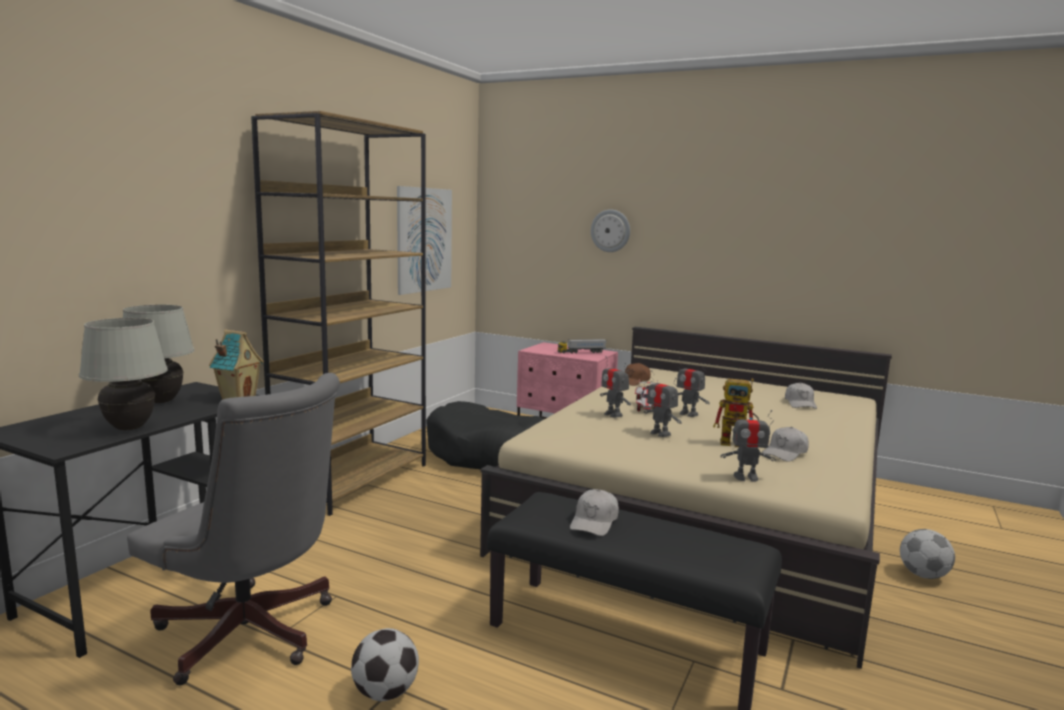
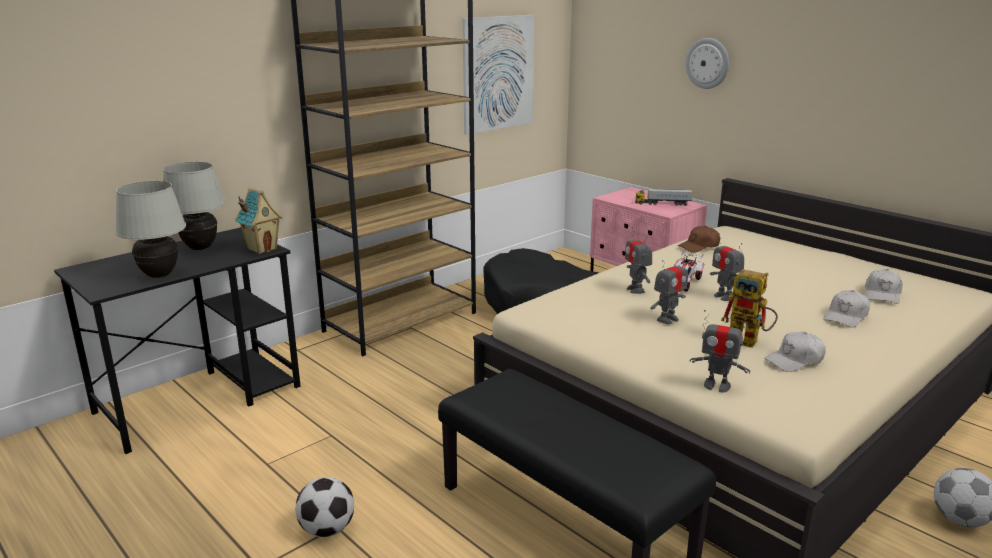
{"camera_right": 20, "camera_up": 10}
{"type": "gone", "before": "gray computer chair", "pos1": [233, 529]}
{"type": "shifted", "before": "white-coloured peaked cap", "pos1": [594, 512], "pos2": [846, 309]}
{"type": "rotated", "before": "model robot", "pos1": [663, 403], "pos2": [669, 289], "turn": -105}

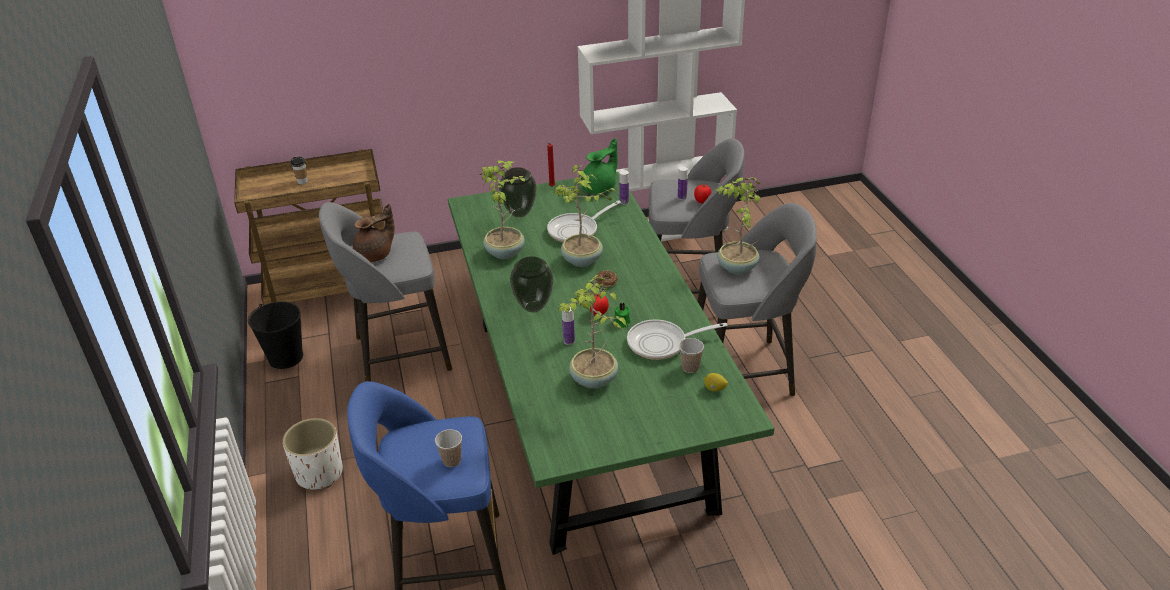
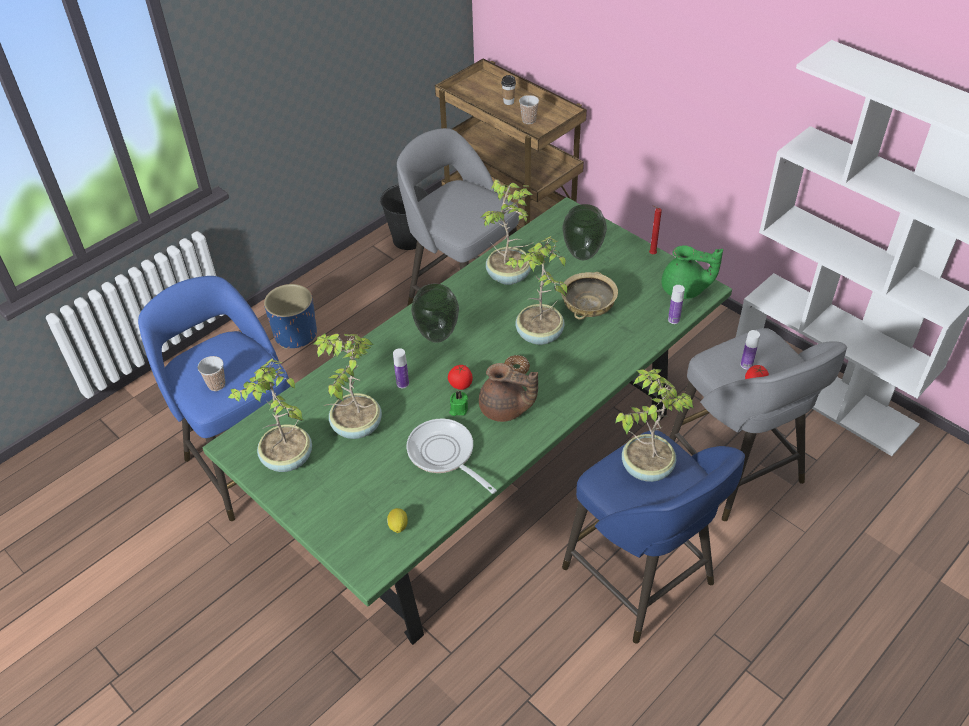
{"camera_right": 60, "camera_up": 10}
{"type": "new", "after": "potted plant", "pos2": [270, 415]}
{"type": "shifted", "before": "brownish pot for tea", "pos1": [374, 233], "pos2": [508, 392]}
{"type": "shifted", "before": "small cup", "pos1": [691, 355], "pos2": [529, 109]}
{"type": "swapped", "before": "frying pan", "after": "sand-coloured deep dish", "pos1": [584, 221], "pos2": [589, 296]}
{"type": "repainted", "before": "white-coloured flower pot", "after": "bluish flower pot", "pos1": [312, 454], "pos2": [290, 316]}
{"type": "repainted", "before": "gray stool", "after": "bluish stool", "pos1": [757, 299], "pos2": [653, 537]}

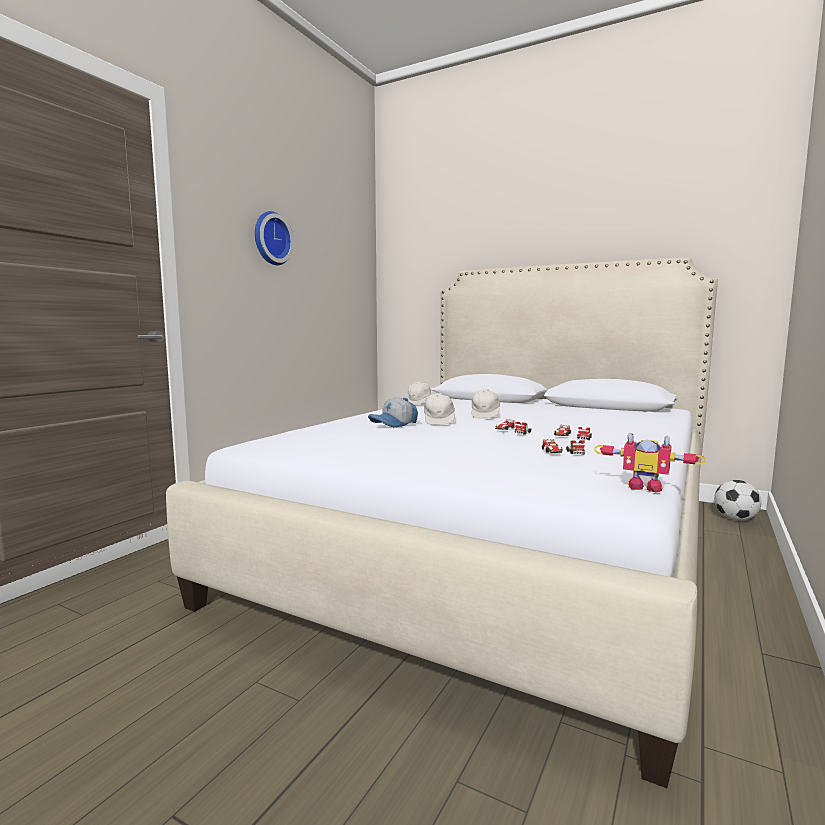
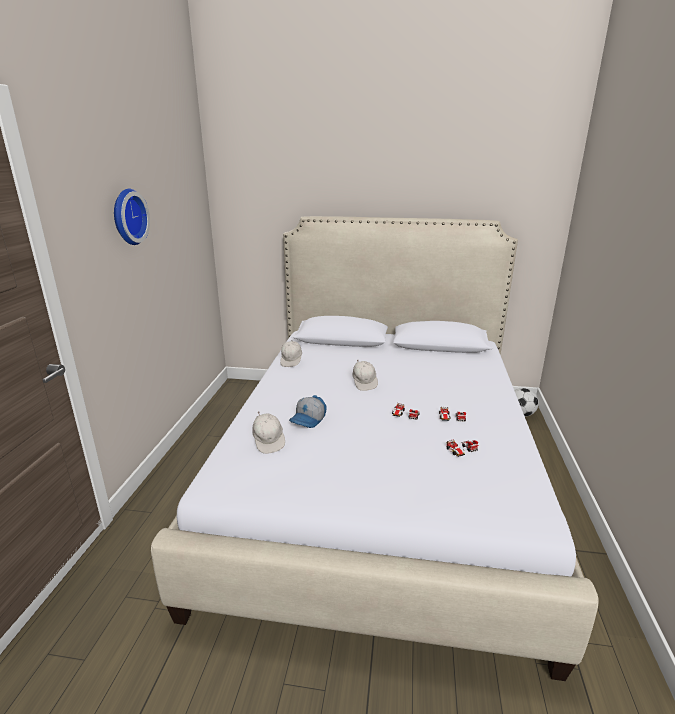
{"camera_right": -20, "camera_up": 15}
{"type": "gone", "before": "model robot", "pos1": [650, 462]}
{"type": "shifted", "before": "white-coloured peaked cap", "pos1": [439, 409], "pos2": [268, 432]}

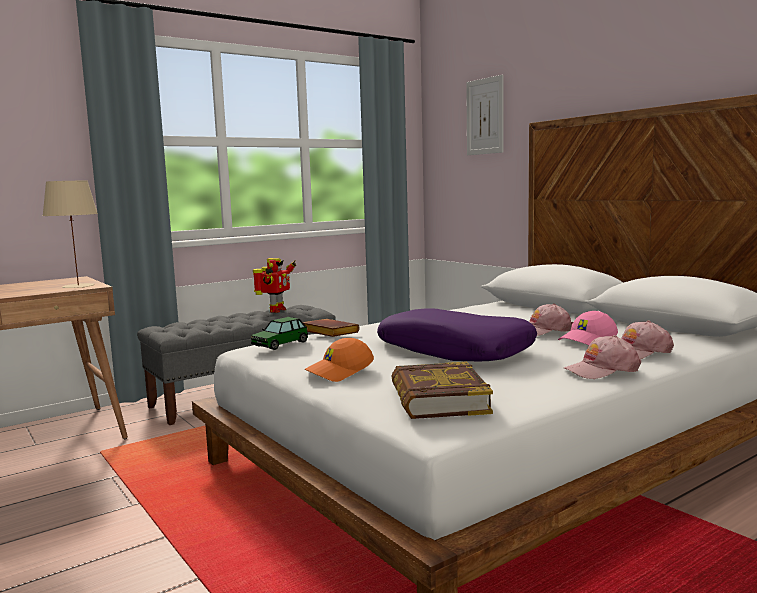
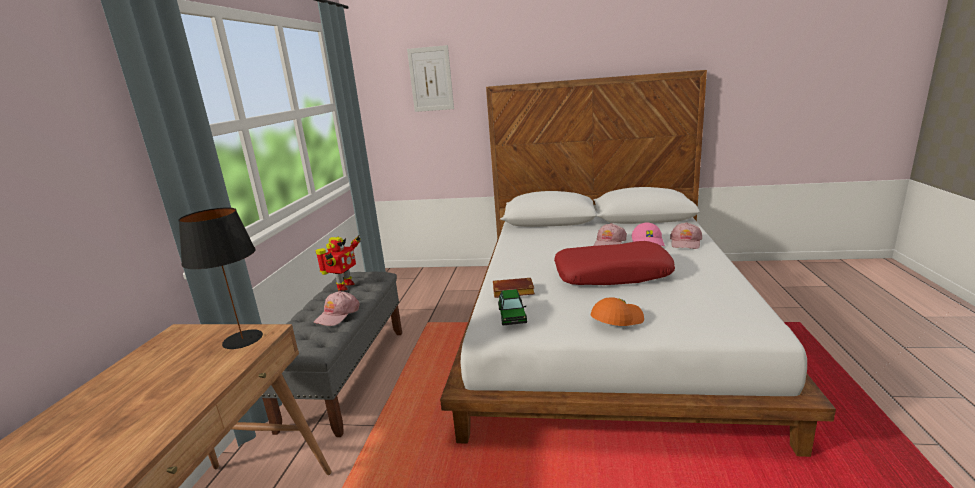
{"camera_right": -45, "camera_up": 10}
{"type": "gone", "before": "volume", "pos1": [442, 390]}
{"type": "shifted", "before": "pink peaked cap", "pos1": [602, 357], "pos2": [336, 308]}
{"type": "repainted", "before": "sand-coloured table lamp", "after": "blackish table lamp", "pos1": [70, 234], "pos2": [220, 278]}
{"type": "repainted", "before": "purple-coloured pillow", "after": "red pillow", "pos1": [457, 334], "pos2": [614, 263]}
{"type": "rotated", "before": "model robot", "pos1": [274, 285], "pos2": [338, 263], "turn": 45}
{"type": "rotated", "before": "orangey peaked cap", "pos1": [339, 360], "pos2": [617, 311], "turn": -135}

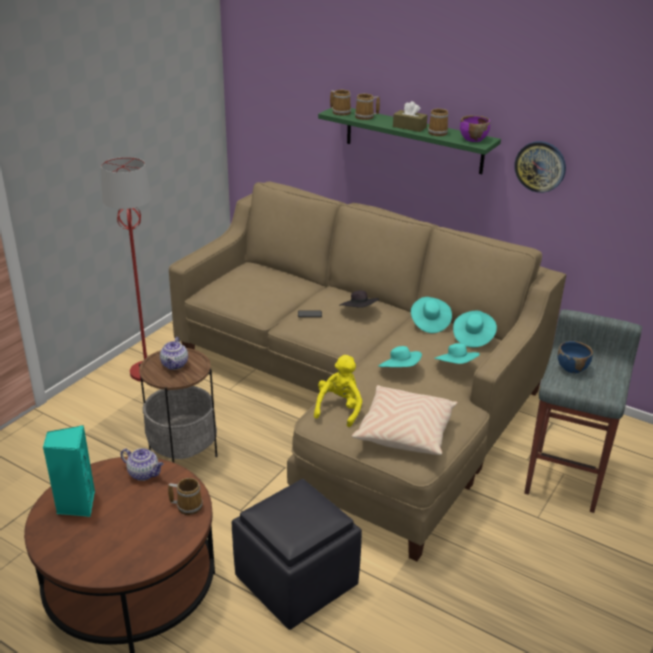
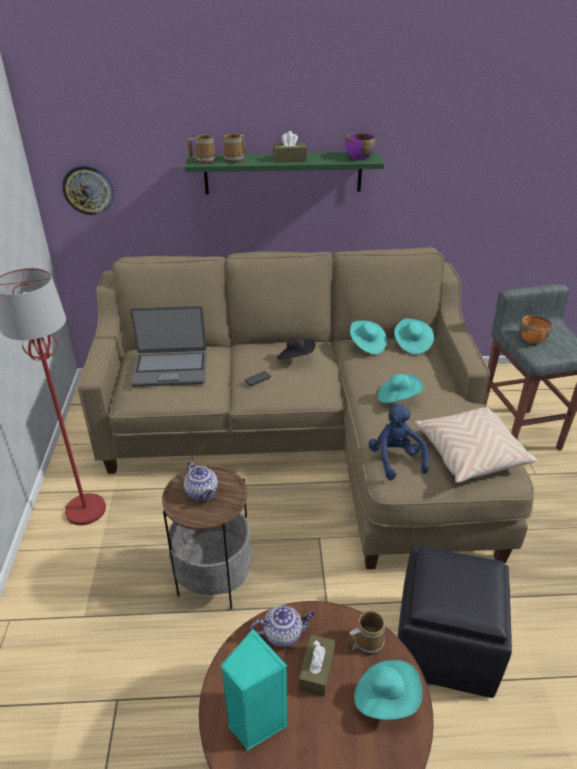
{"camera_right": -35, "camera_up": 5}
{"type": "gone", "before": "coffee mug", "pos1": [438, 122]}
{"type": "new", "after": "laptop", "pos2": [168, 346]}
{"type": "new", "after": "brownish tissue holder", "pos2": [317, 665]}
{"type": "shifted", "before": "turquoise-coloured hat", "pos1": [457, 353], "pos2": [388, 690]}
{"type": "shifted", "before": "hanging clock", "pos1": [540, 167], "pos2": [88, 190]}
{"type": "repainted", "before": "yellowish plush toy", "after": "bluish plush toy", "pos1": [338, 391], "pos2": [398, 442]}
{"type": "repainted", "before": "bluish deep dish", "after": "orangey deep dish", "pos1": [575, 357], "pos2": [535, 329]}

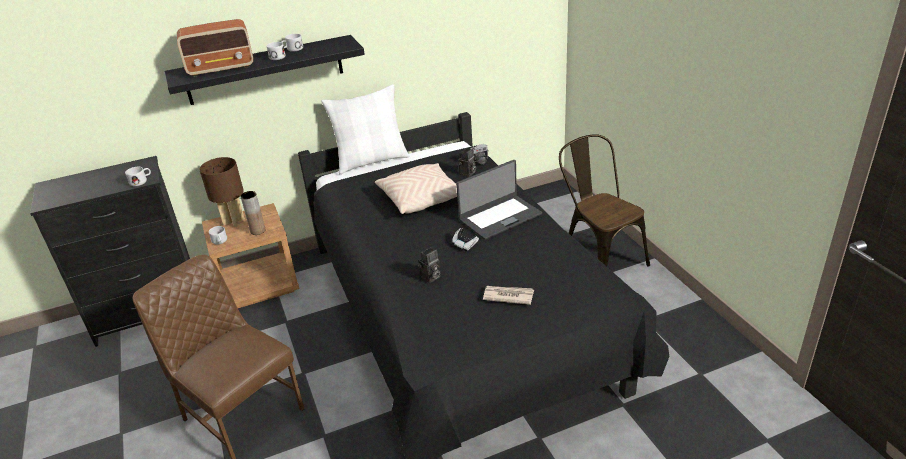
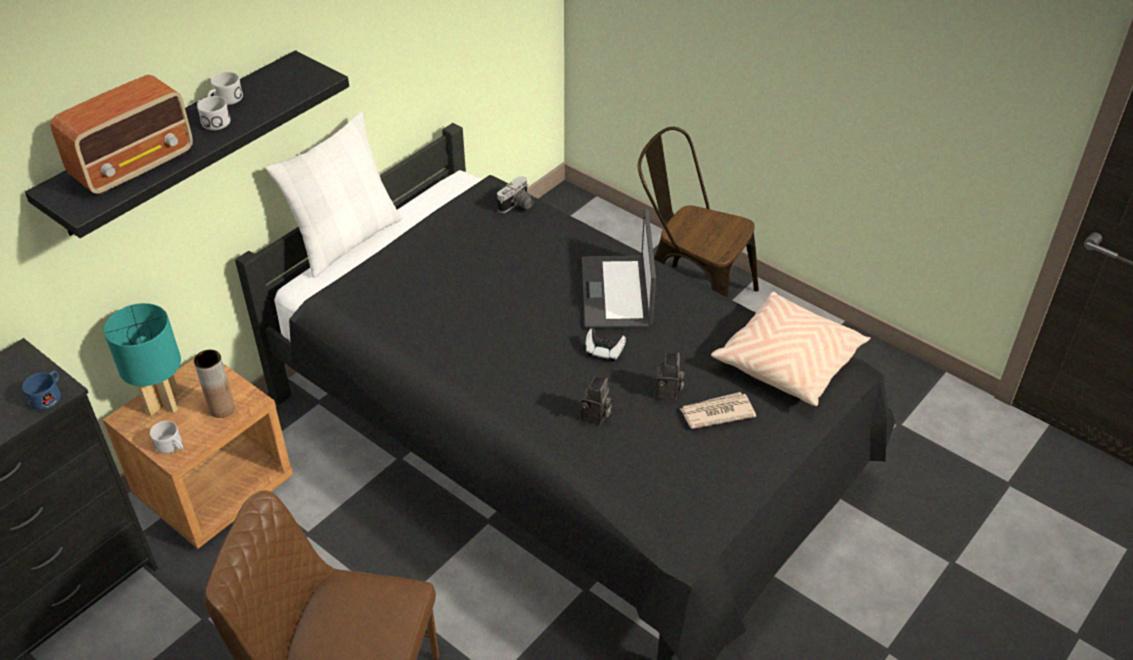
{"camera_right": -30, "camera_up": 10}
{"type": "shifted", "before": "sand-coloured pillow", "pos1": [416, 188], "pos2": [791, 349]}
{"type": "shifted", "before": "photo camera", "pos1": [467, 162], "pos2": [669, 376]}
{"type": "repainted", "before": "white-coloured coffee mug", "after": "bluish coffee mug", "pos1": [138, 176], "pos2": [41, 390]}
{"type": "repainted", "before": "brownish table lamp", "after": "turquoise-coloured table lamp", "pos1": [222, 192], "pos2": [142, 359]}
{"type": "rotated", "before": "laptop", "pos1": [499, 200], "pos2": [619, 269], "turn": 150}

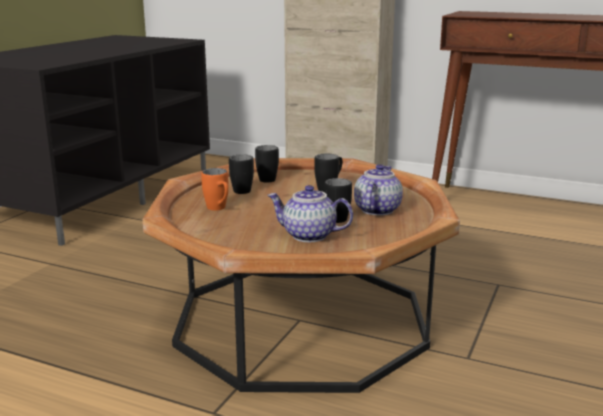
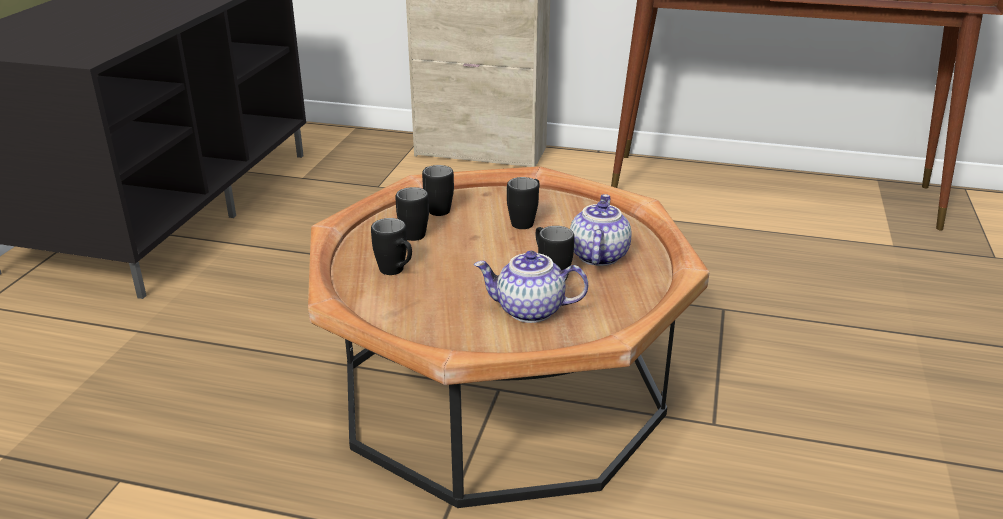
{"camera_right": -10, "camera_up": 10}
{"type": "repainted", "before": "orangey coffee mug", "after": "blackish coffee mug", "pos1": [215, 189], "pos2": [391, 246]}

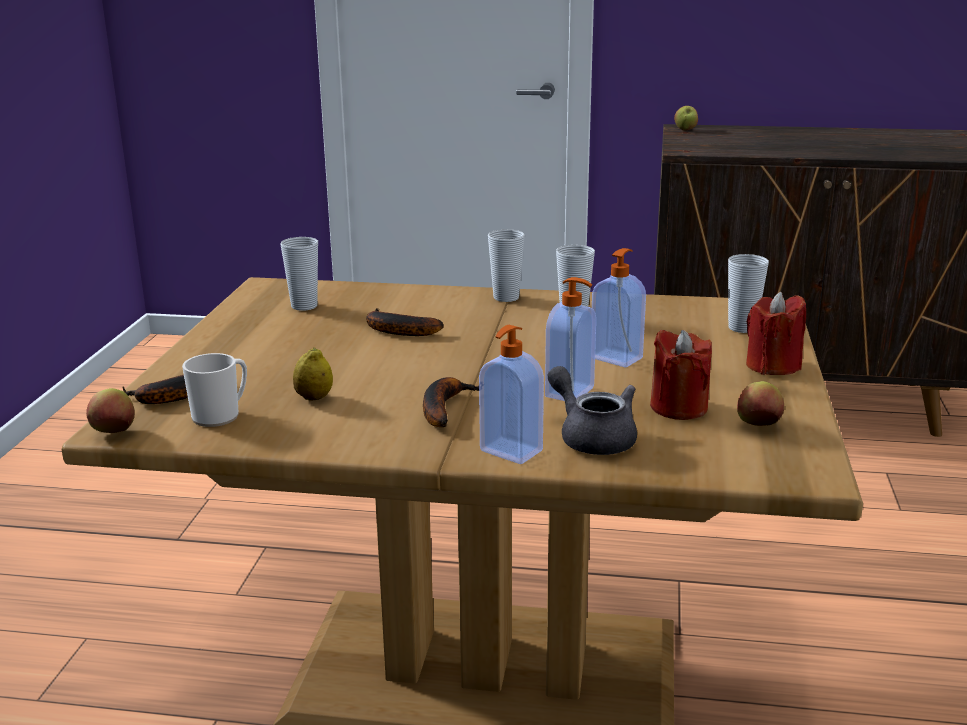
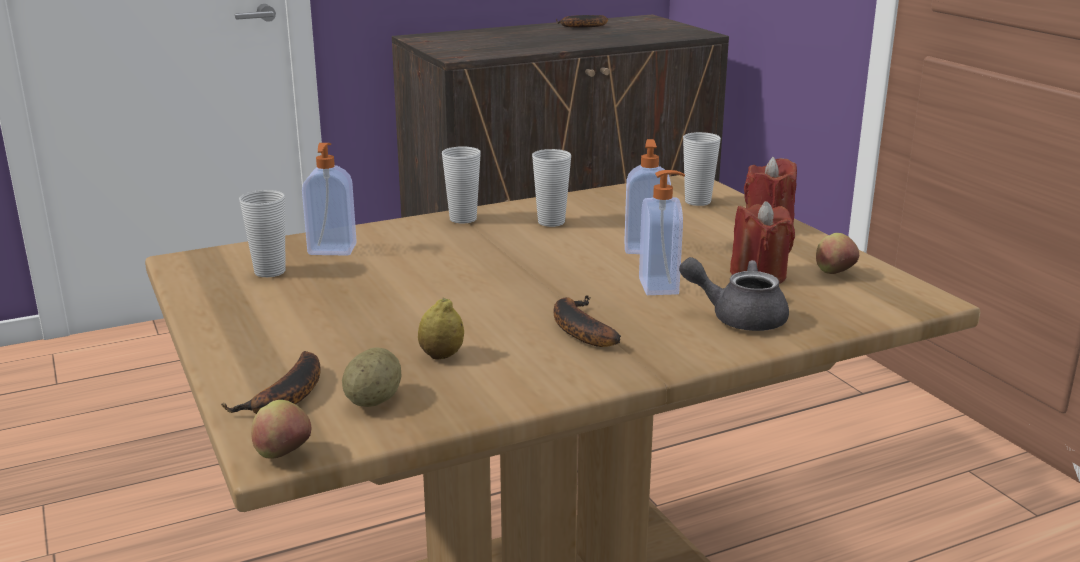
{"camera_right": -35, "camera_up": 0}
{"type": "gone", "before": "apple fruit", "pos1": [686, 118]}
{"type": "shifted", "before": "whole banana", "pos1": [405, 322], "pos2": [582, 21]}
{"type": "shifted", "before": "soap dispenser", "pos1": [511, 394], "pos2": [329, 199]}
{"type": "swapped", "before": "coffee mug", "after": "potato", "pos1": [214, 390], "pos2": [372, 377]}

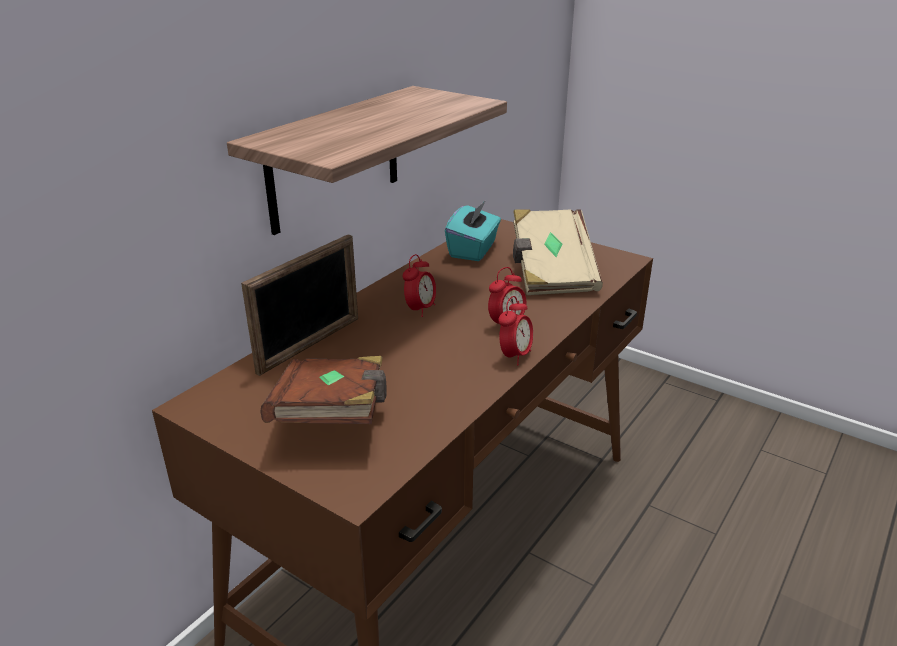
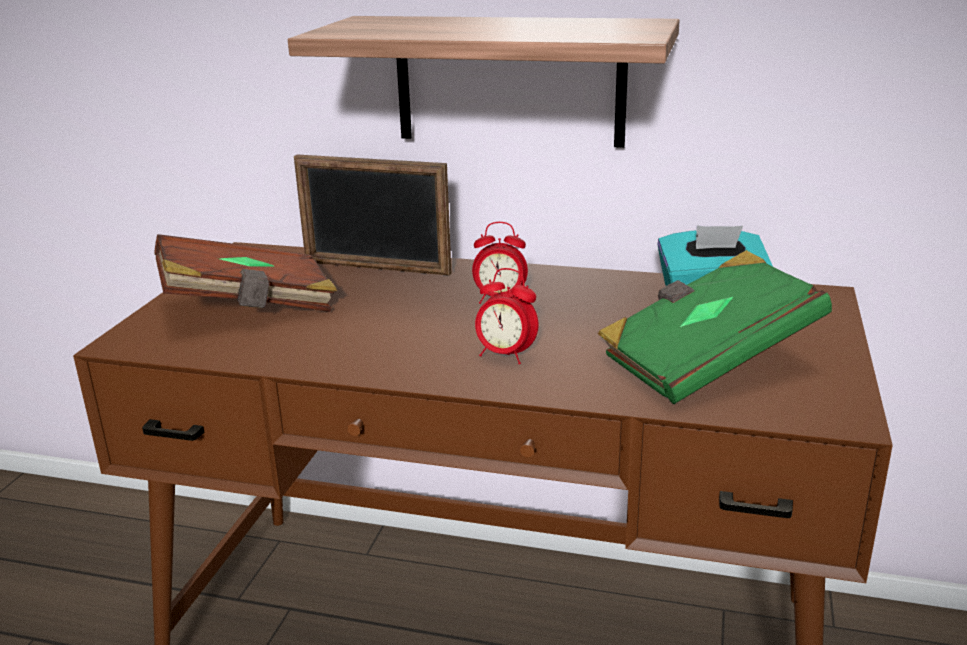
{"camera_right": 70, "camera_up": -5}
{"type": "gone", "before": "table clock", "pos1": [515, 331]}
{"type": "repainted", "before": "sand-coloured volume", "after": "green volume", "pos1": [558, 252], "pos2": [715, 327]}

